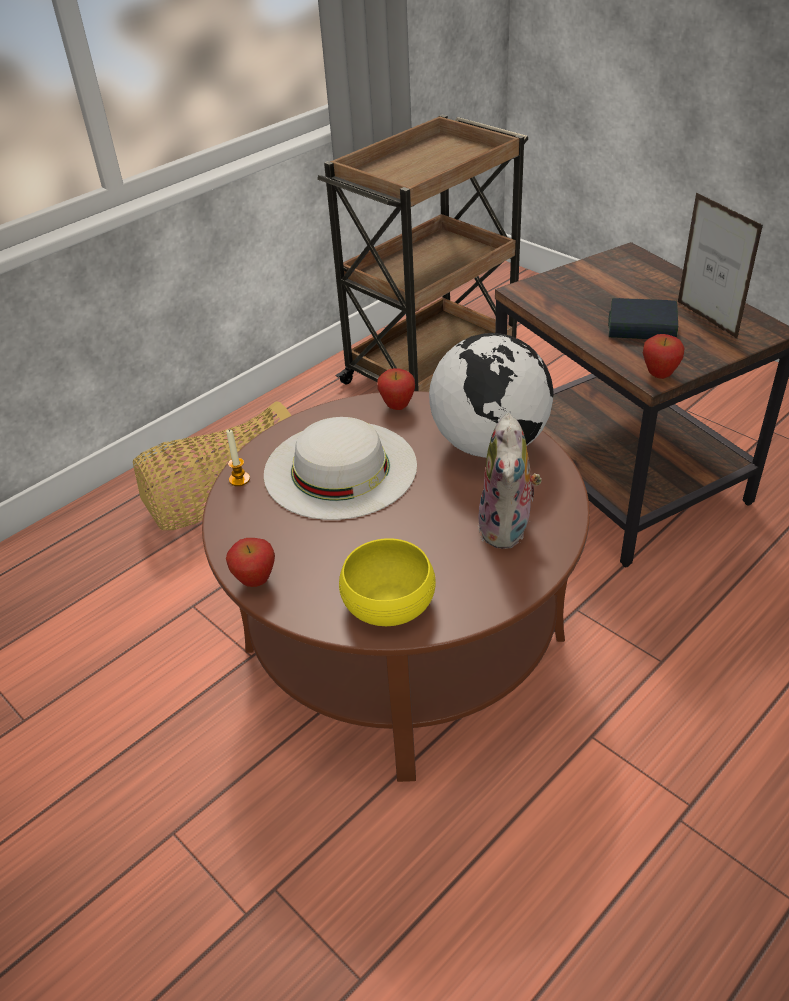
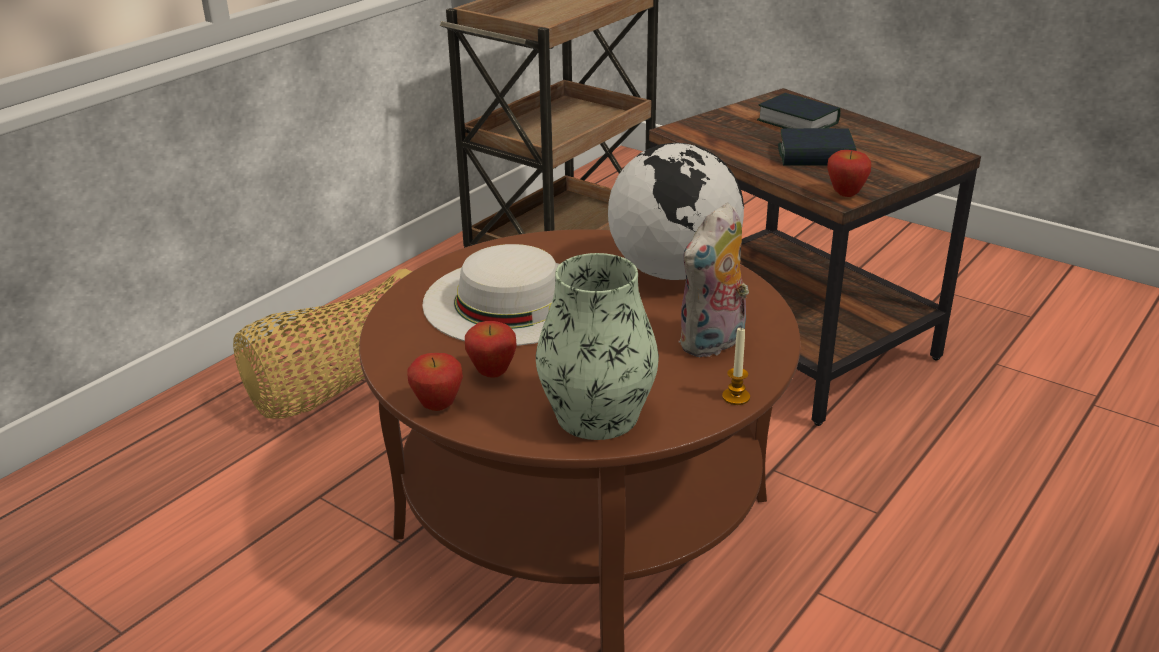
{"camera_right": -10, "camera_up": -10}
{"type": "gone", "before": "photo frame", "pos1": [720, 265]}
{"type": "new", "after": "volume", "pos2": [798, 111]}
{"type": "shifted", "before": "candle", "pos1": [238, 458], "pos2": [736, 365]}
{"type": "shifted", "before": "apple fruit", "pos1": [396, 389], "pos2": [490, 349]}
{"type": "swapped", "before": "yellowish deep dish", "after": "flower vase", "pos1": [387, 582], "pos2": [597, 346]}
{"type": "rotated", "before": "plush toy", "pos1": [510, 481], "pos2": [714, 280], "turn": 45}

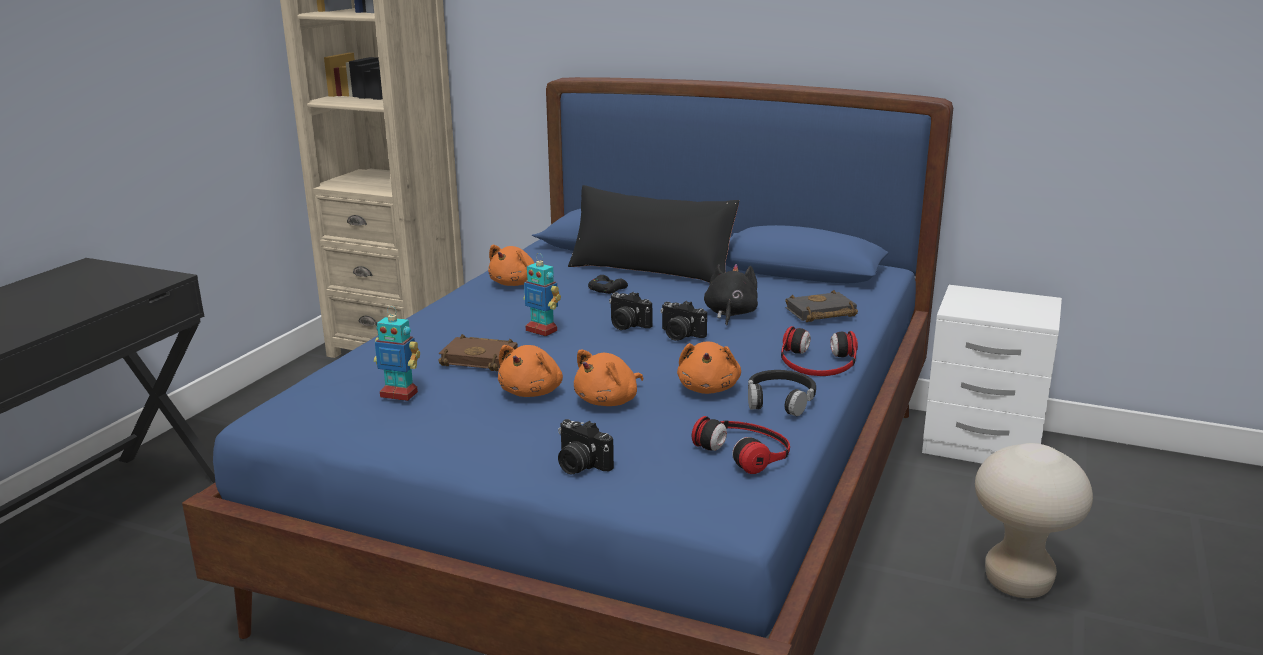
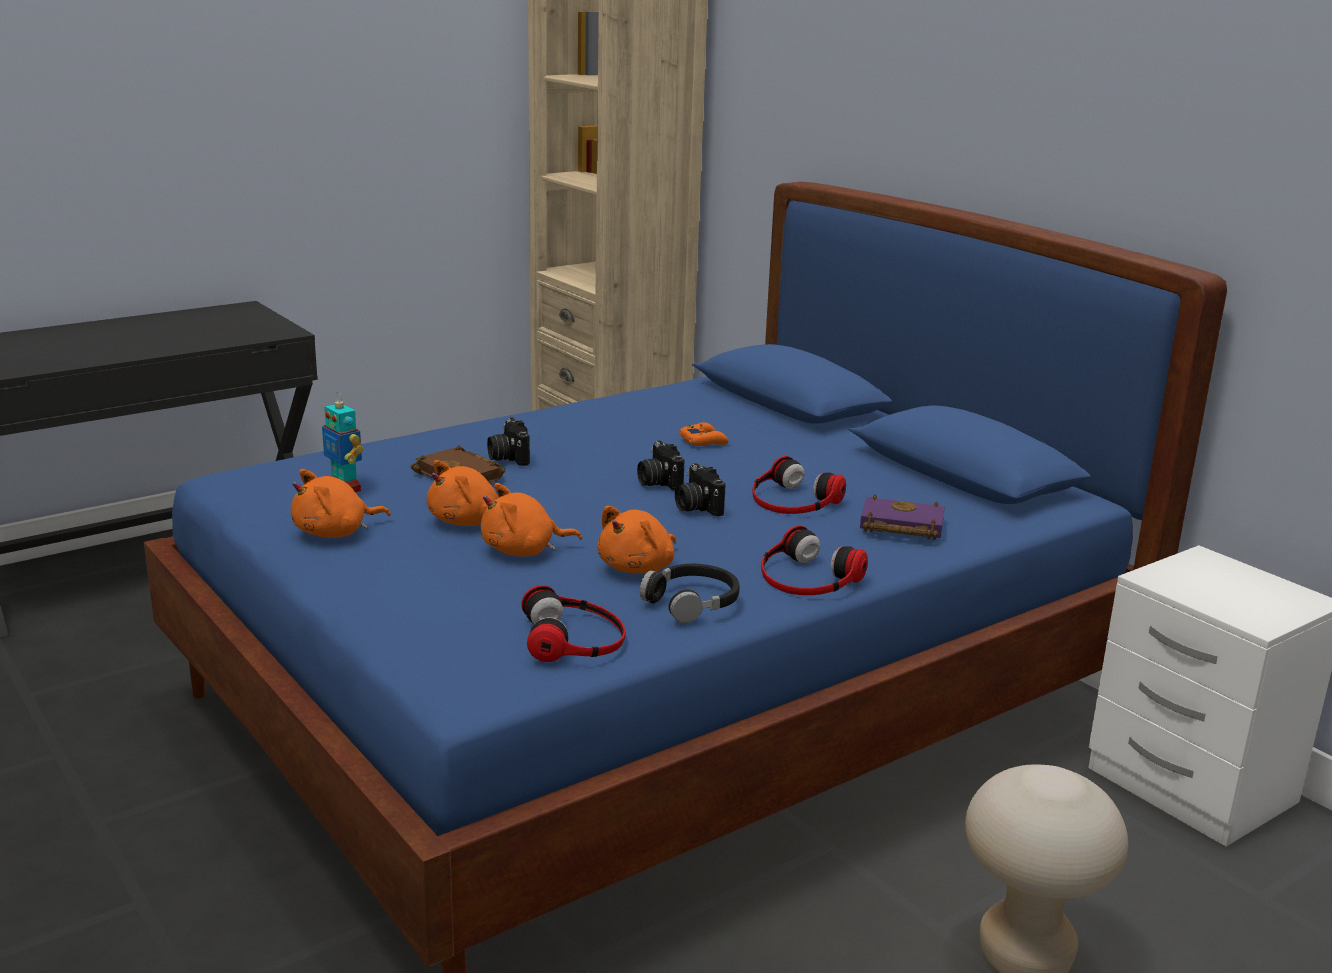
{"camera_right": 30, "camera_up": 0}
{"type": "gone", "before": "model robot", "pos1": [542, 294]}
{"type": "gone", "before": "blackish pillow", "pos1": [653, 234]}
{"type": "shifted", "before": "orangey plush toy", "pos1": [511, 265], "pos2": [340, 503]}
{"type": "shifted", "before": "photo camera", "pos1": [586, 446], "pos2": [508, 442]}
{"type": "swapped", "before": "blackish plush toy", "after": "headset", "pos1": [731, 294], "pos2": [799, 485]}
{"type": "repainted", "before": "blackish joypad", "after": "orangey joypad", "pos1": [608, 284], "pos2": [703, 434]}
{"type": "repainted", "before": "blackish volume", "after": "purple-coloured volume", "pos1": [821, 306], "pos2": [902, 517]}

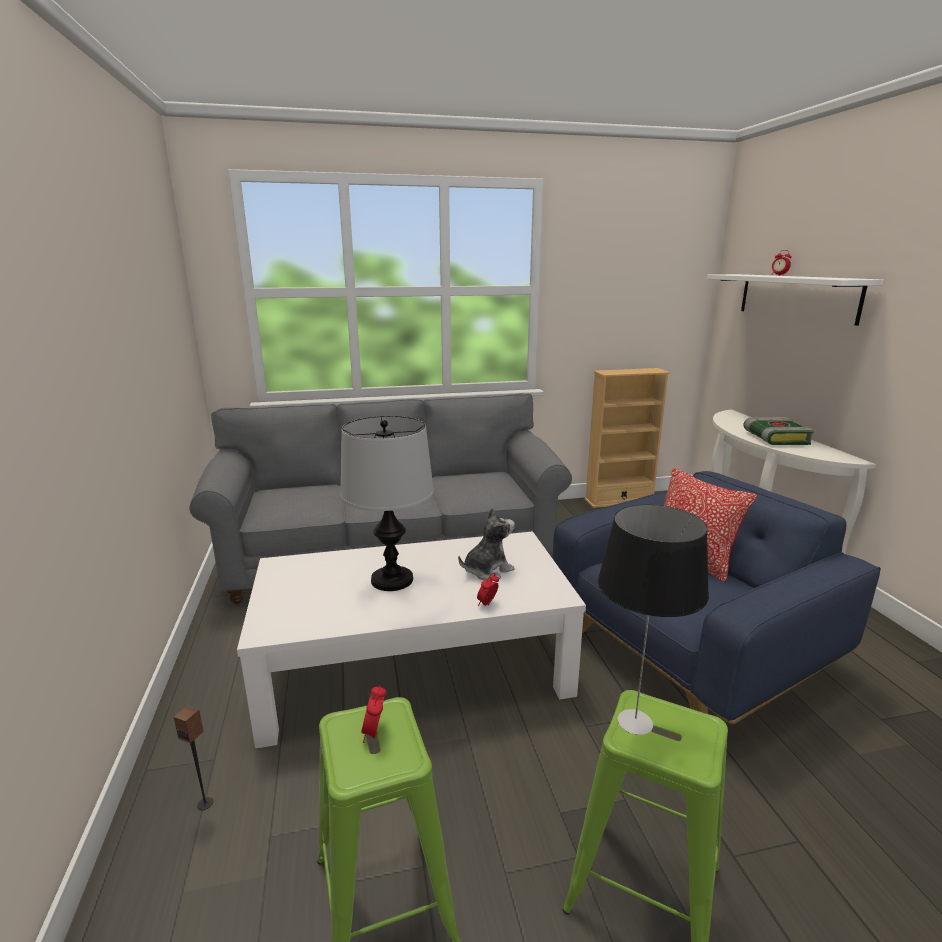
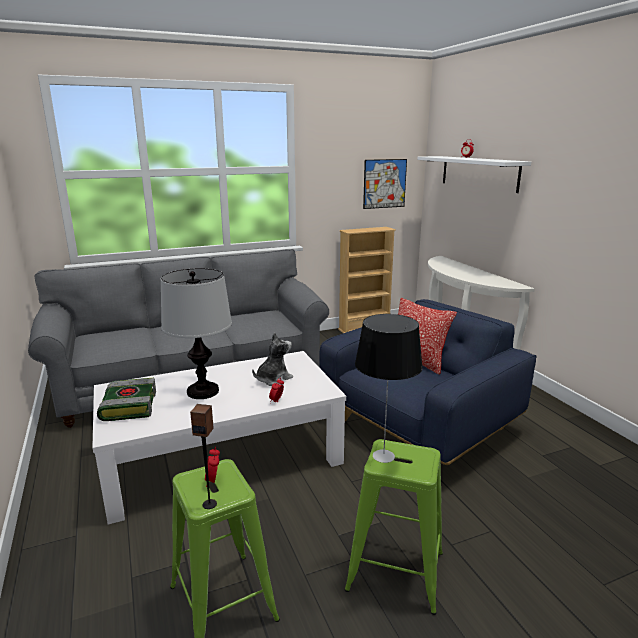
{"camera_right": -10, "camera_up": 0}
{"type": "new", "after": "wall picture", "pos2": [385, 184]}
{"type": "shifted", "before": "audio speaker", "pos1": [193, 757], "pos2": [203, 456]}
{"type": "shifted", "before": "volume", "pos1": [778, 431], "pos2": [126, 399]}

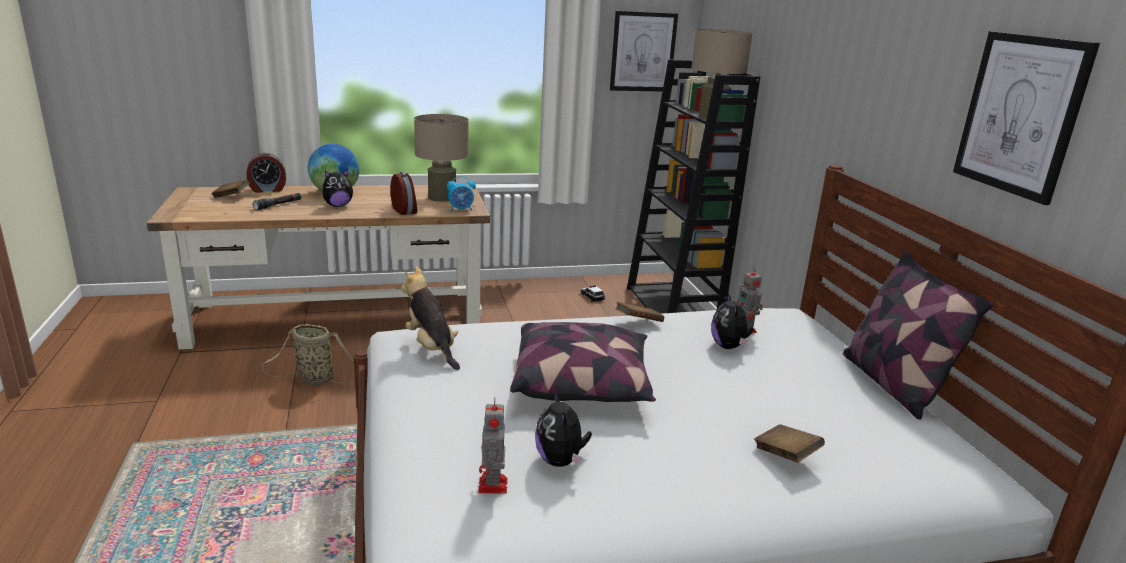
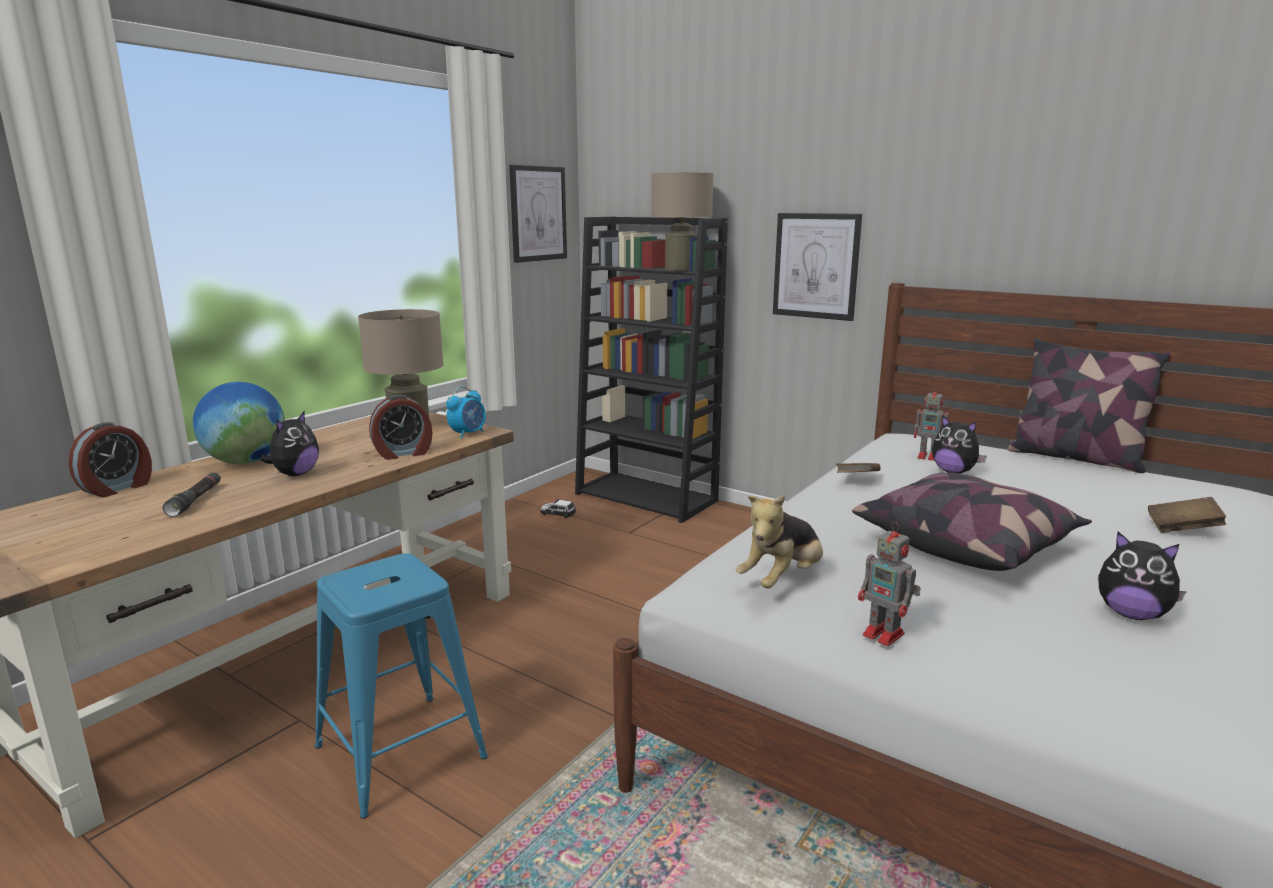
{"camera_right": -40, "camera_up": -5}
{"type": "gone", "before": "brownish volume", "pos1": [230, 188]}
{"type": "shifted", "before": "model robot", "pos1": [493, 446], "pos2": [889, 583]}
{"type": "shifted", "before": "wall picture", "pos1": [1026, 118], "pos2": [817, 267]}
{"type": "swapped", "before": "storage basket", "after": "bluish stool", "pos1": [308, 354], "pos2": [401, 686]}
{"type": "rotated", "before": "table clock", "pos1": [403, 193], "pos2": [401, 427], "turn": 135}
{"type": "rotated", "before": "plush toy", "pos1": [430, 318], "pos2": [779, 541], "turn": -60}

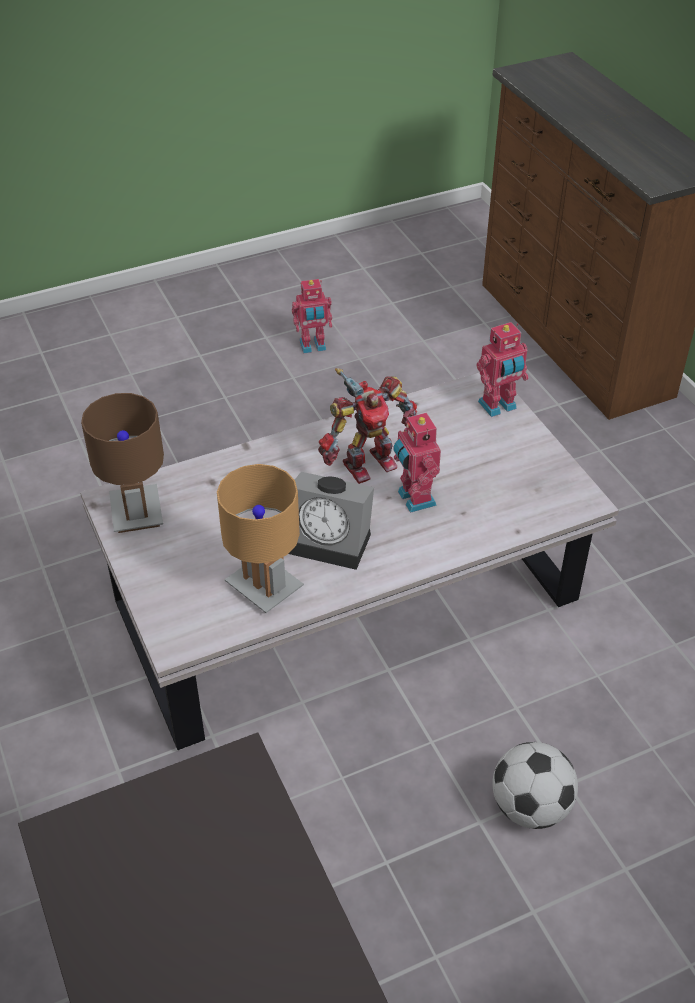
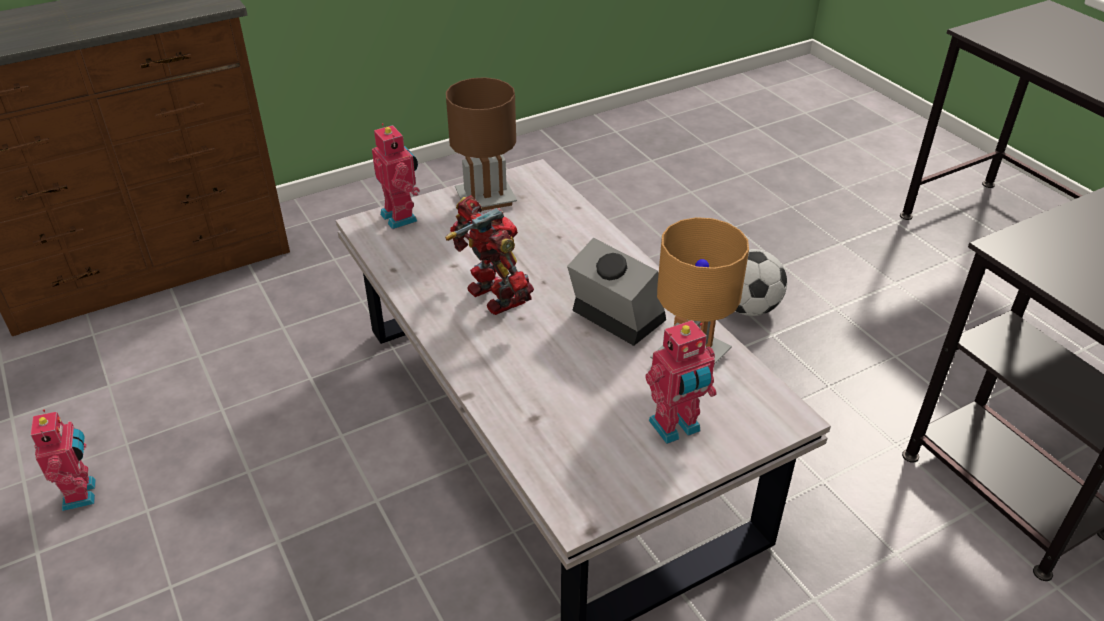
{"camera_right": -95, "camera_up": -5}
{"type": "shifted", "before": "brownish table lamp", "pos1": [122, 463], "pos2": [481, 144]}
{"type": "shifted", "before": "model robot", "pos1": [417, 462], "pos2": [681, 382]}
{"type": "rotated", "before": "table clock", "pos1": [331, 521], "pos2": [616, 292], "turn": -60}

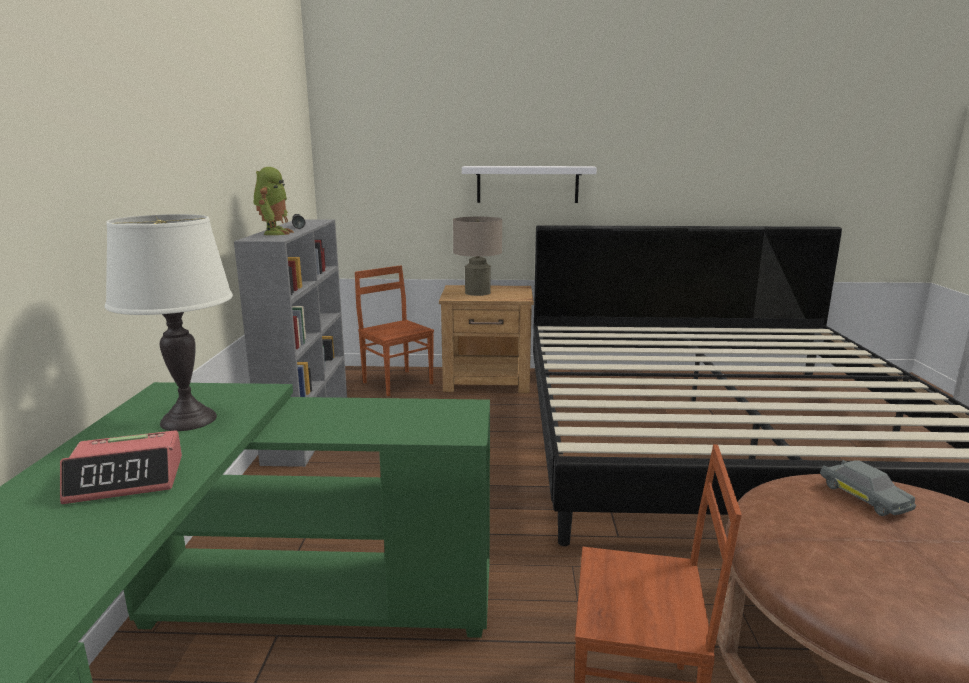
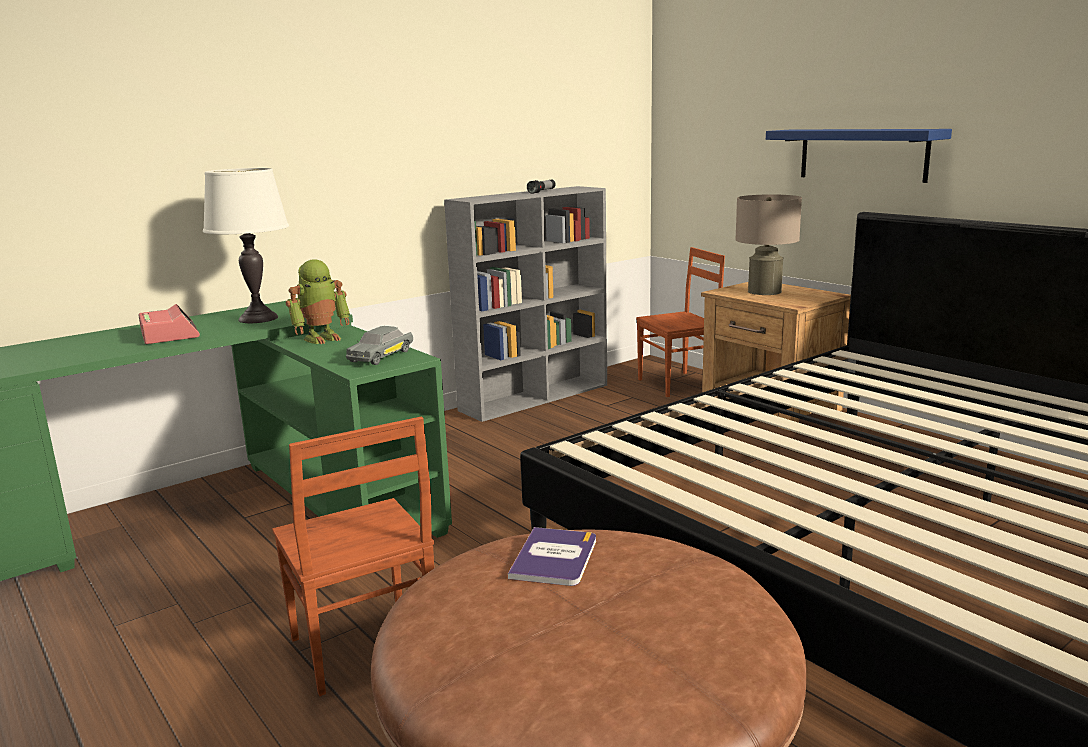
{"camera_right": 50, "camera_up": 0}
{"type": "new", "after": "volume", "pos2": [552, 556]}
{"type": "shifted", "before": "model robot", "pos1": [273, 201], "pos2": [318, 301]}
{"type": "shifted", "before": "gray miniature car", "pos1": [868, 488], "pos2": [379, 345]}
{"type": "repainted", "before": "white-coloured shelf", "after": "bluish shelf", "pos1": [529, 184], "pos2": [859, 156]}
{"type": "rotated", "before": "table clock", "pos1": [121, 467], "pos2": [169, 324], "turn": -150}
{"type": "rotated", "before": "brownish upright chair", "pos1": [394, 330], "pos2": [680, 322], "turn": 60}

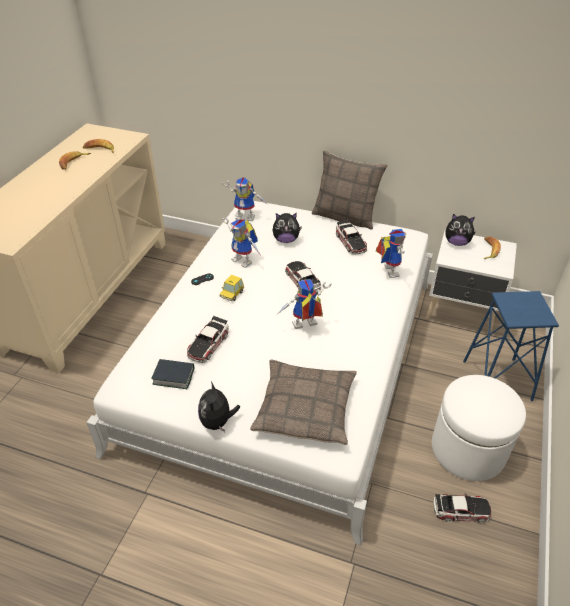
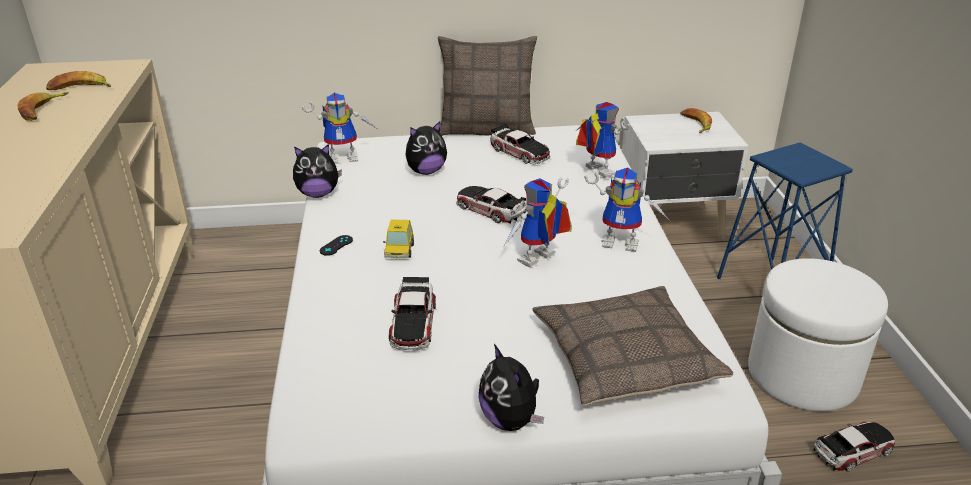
{"camera_right": -25, "camera_up": -10}
{"type": "gone", "before": "volume", "pos1": [172, 374]}
{"type": "shifted", "before": "model robot", "pos1": [241, 243], "pos2": [627, 210]}
{"type": "shifted", "before": "plush toy", "pos1": [460, 230], "pos2": [317, 171]}

